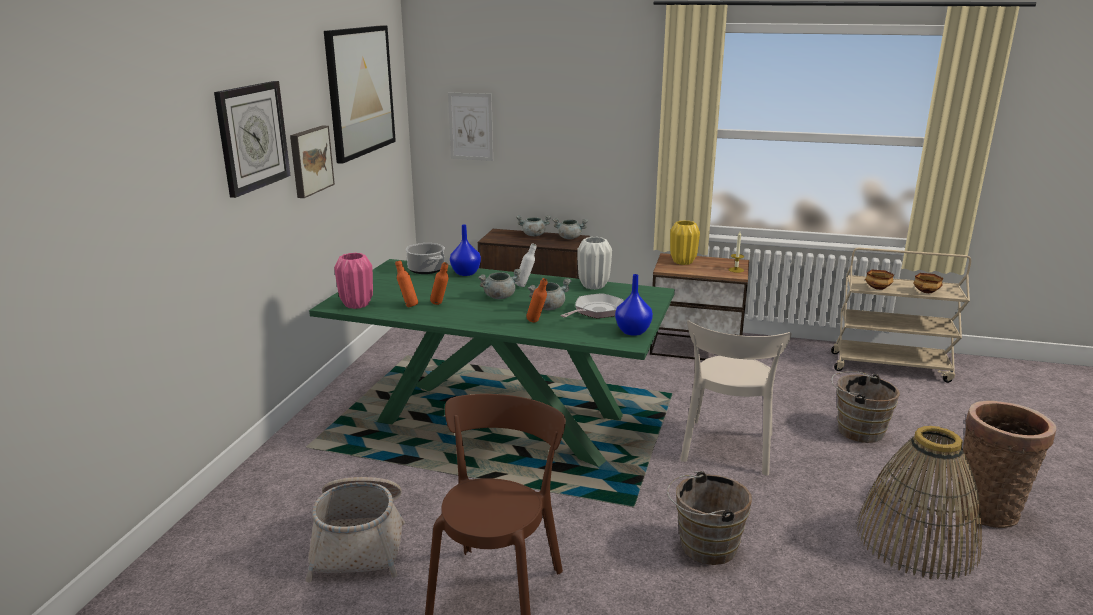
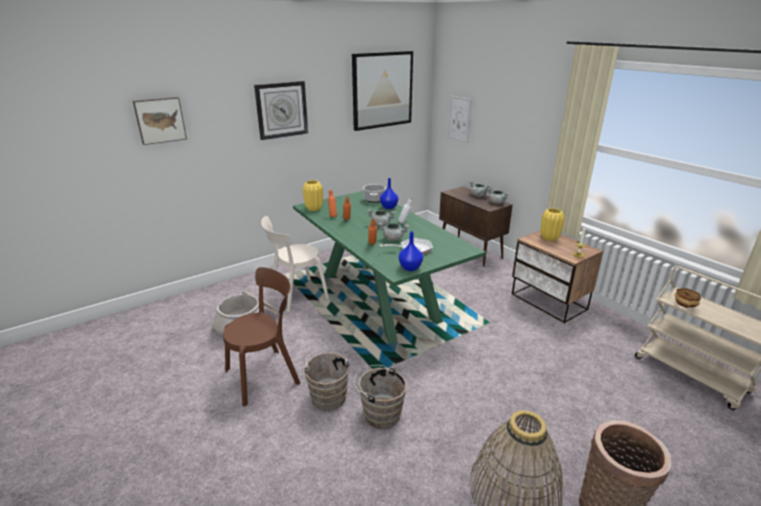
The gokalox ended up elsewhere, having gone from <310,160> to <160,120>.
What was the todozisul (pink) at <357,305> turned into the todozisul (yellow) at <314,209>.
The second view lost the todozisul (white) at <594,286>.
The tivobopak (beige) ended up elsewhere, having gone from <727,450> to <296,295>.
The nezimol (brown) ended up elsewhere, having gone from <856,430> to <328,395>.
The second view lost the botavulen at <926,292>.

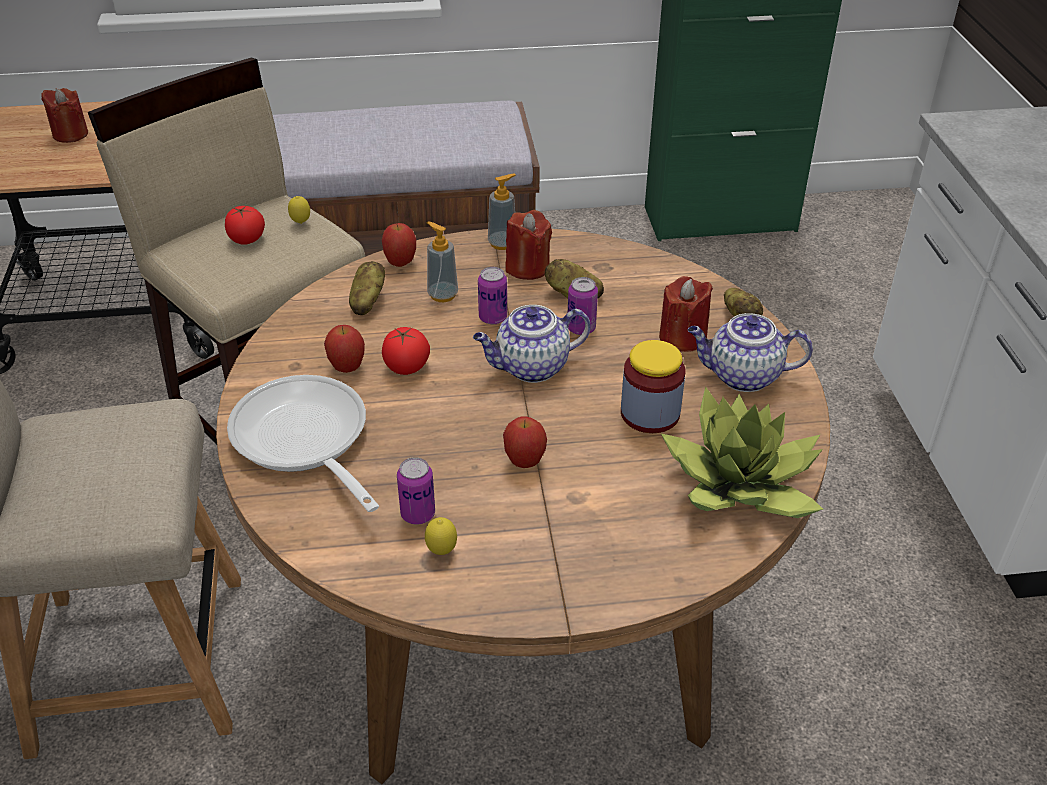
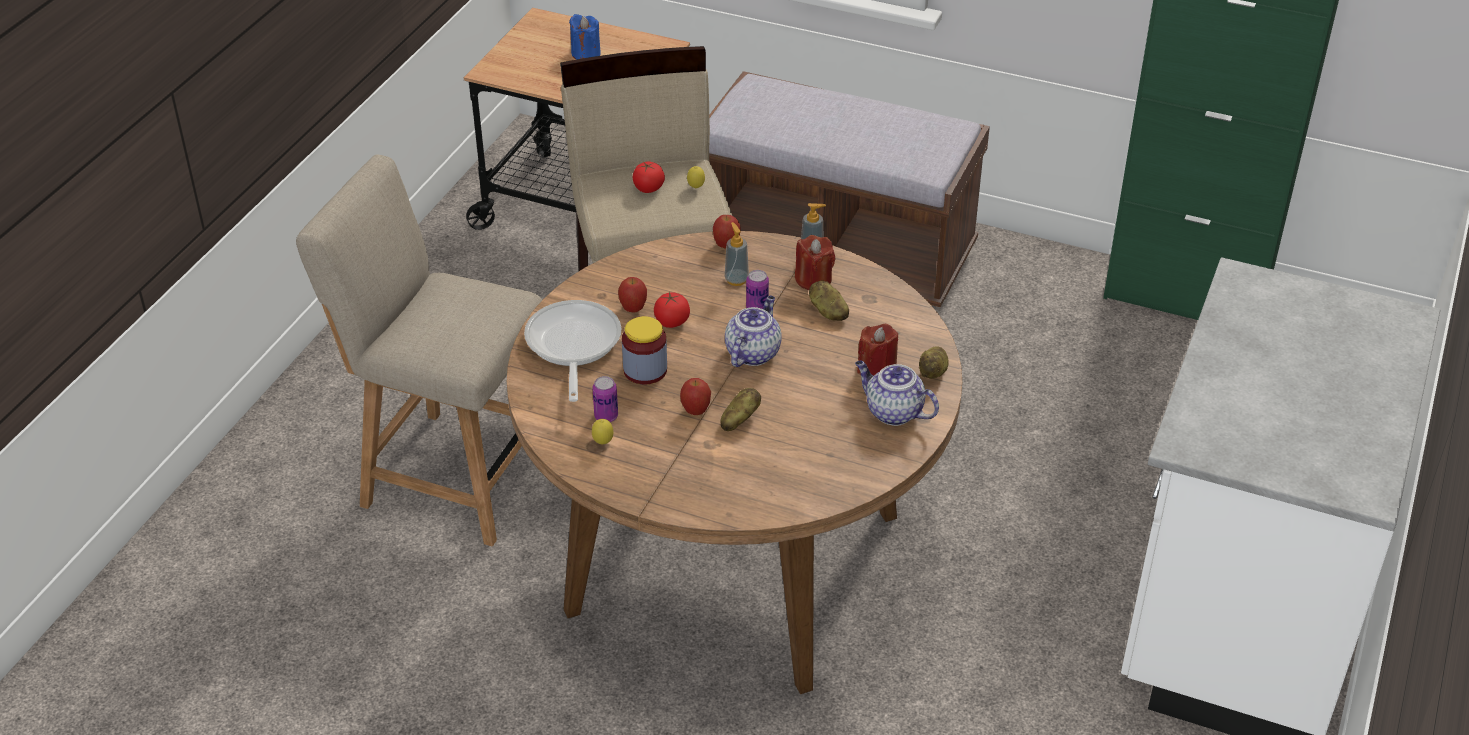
What was the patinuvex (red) at <70,134> turned into the patinuvex (blue) at <586,53>.
The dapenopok ended up elsewhere, having gone from <367,301> to <739,420>.
The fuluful at <531,368> ended up facing another way, 105 degrees clockwise from before.
The second view lost the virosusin at <581,328>.
The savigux ended up elsewhere, having gone from <650,414> to <645,370>.
The second view lost the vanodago at <740,484>.

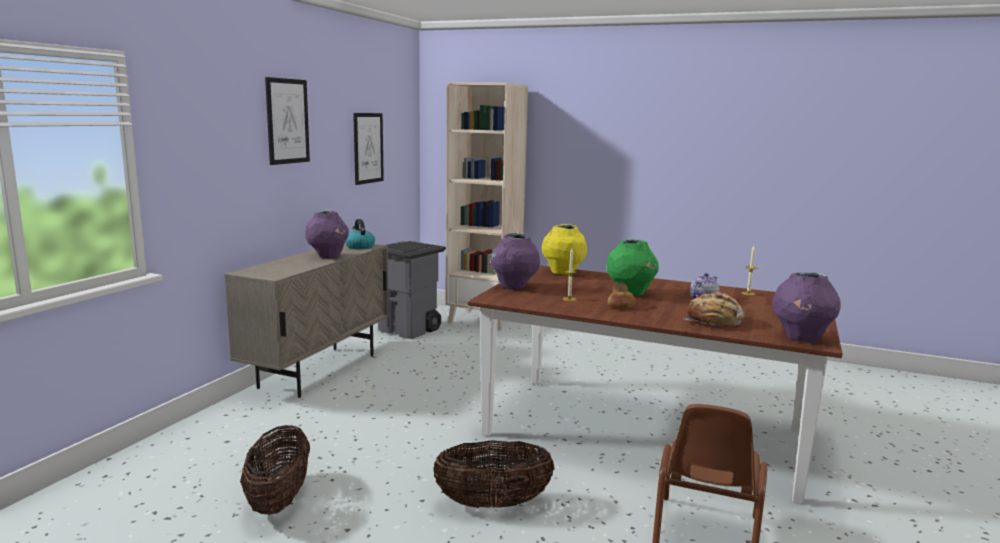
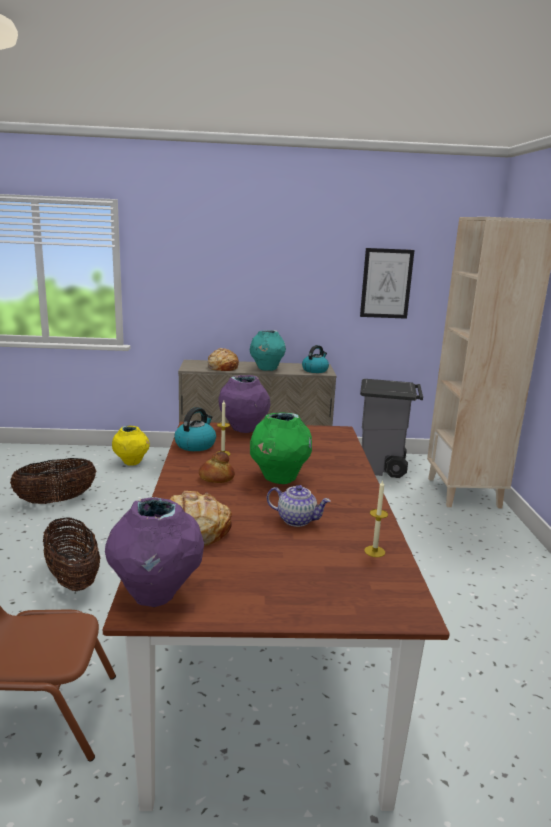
The second view lost the gokalox at <287,121>.
What was the todozisul (purple) at <328,256> turned into the todozisul (turquoise) at <266,369>.
The todozisul (yellow) ended up elsewhere, having gone from <563,273> to <131,463>.
The second view gained the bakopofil at <195,445>.
The second view gained the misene at <222,367>.

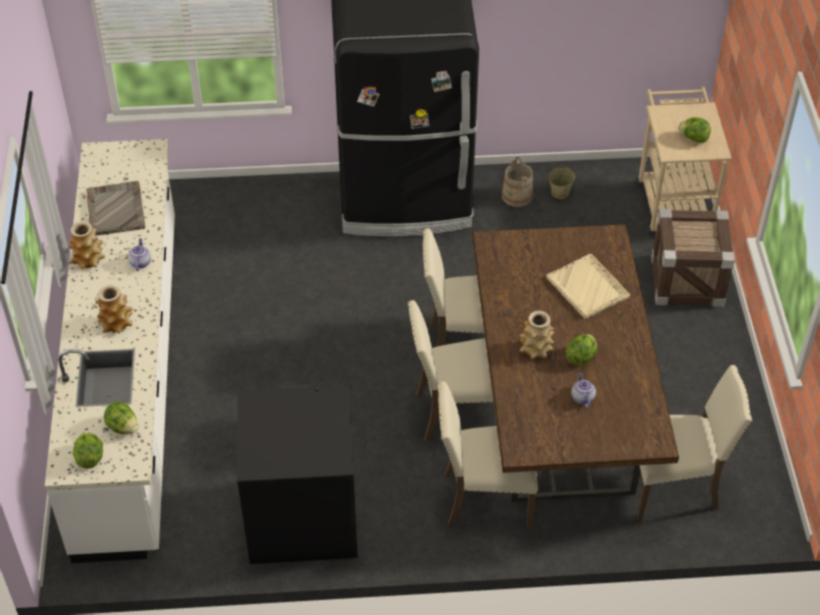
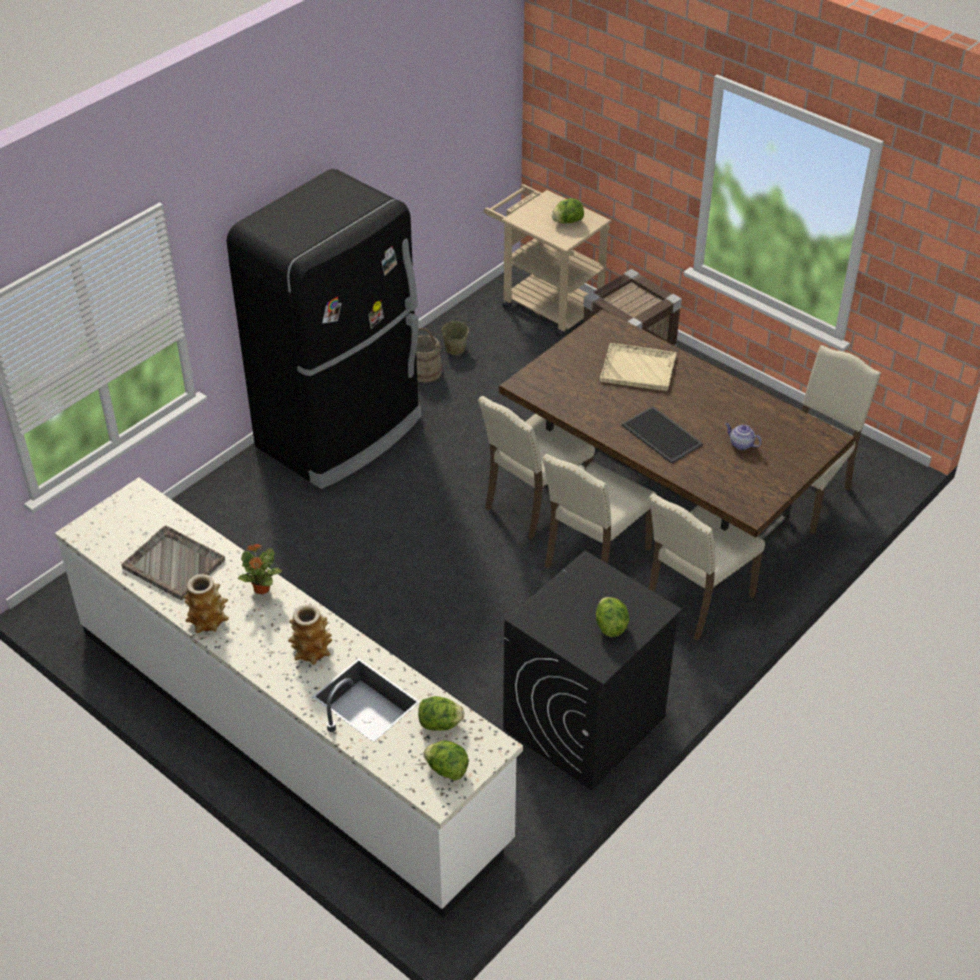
Where the fuluful stood at <140,262>, the vanodago came to stand at <261,589>.
Where the todozisul stood at <535,349>, the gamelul came to stand at <663,435>.
The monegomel ended up elsewhere, having gone from <581,357> to <610,626>.

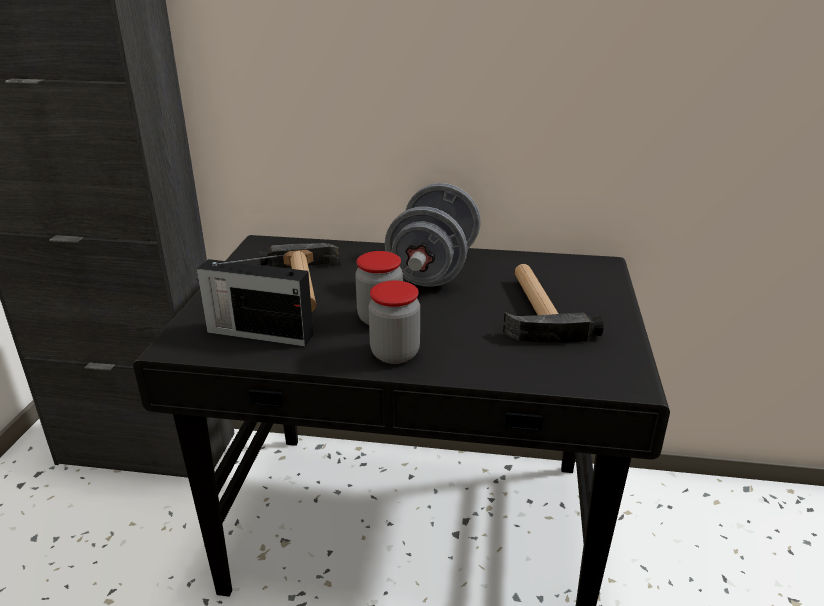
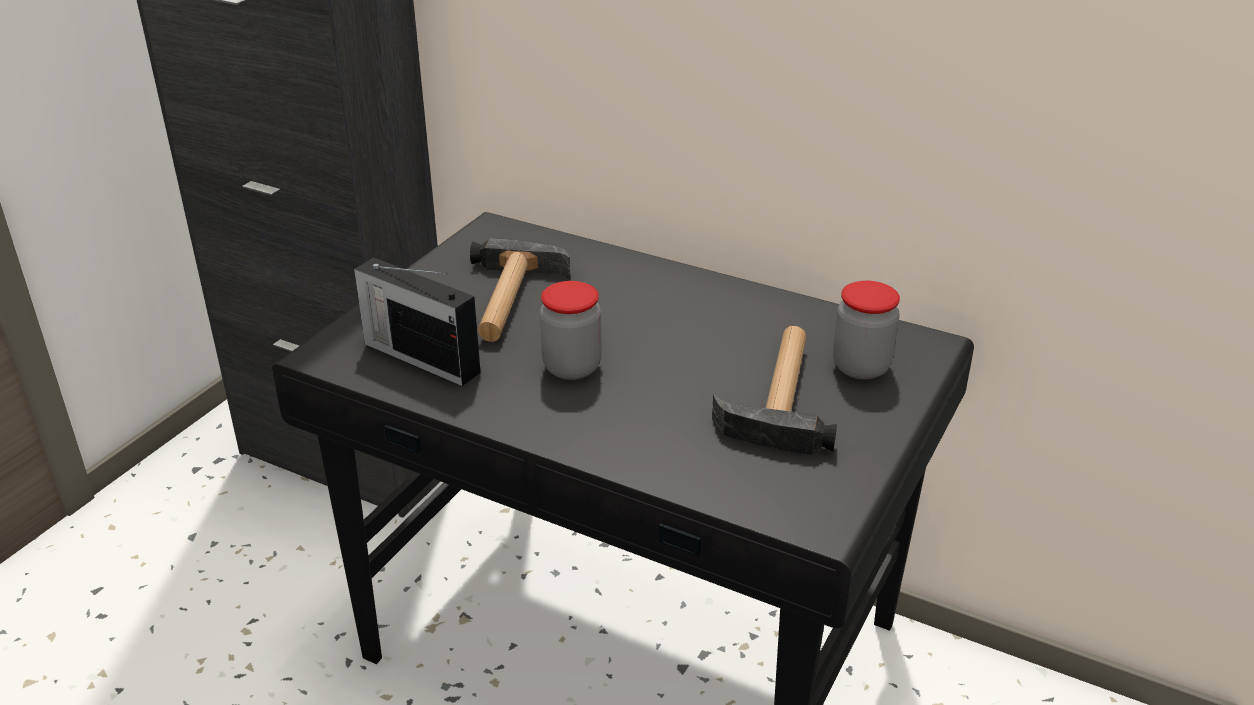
The savigux ended up elsewhere, having gone from <395,353> to <861,367>.
The second view lost the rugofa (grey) at <433,269>.

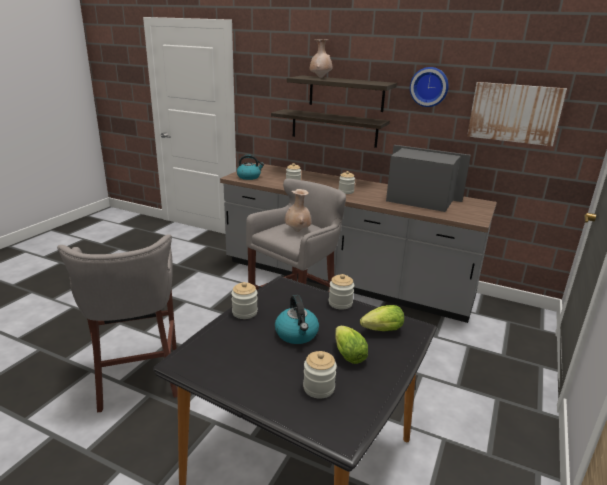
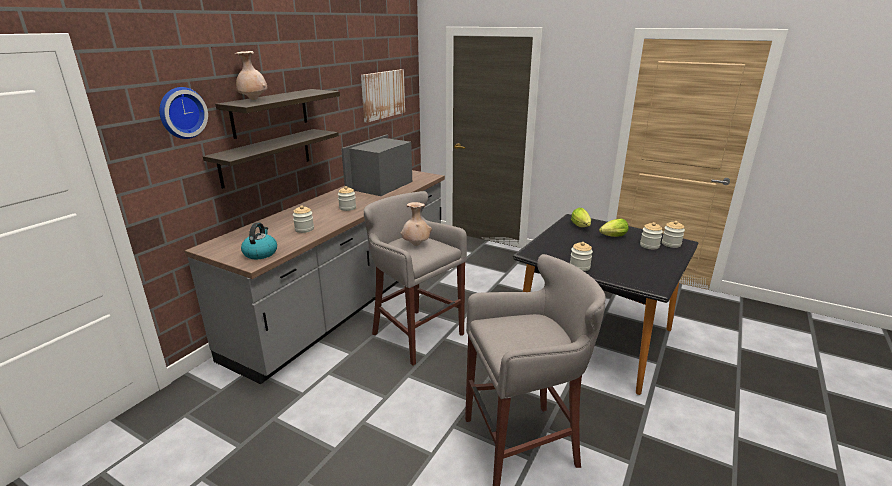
The second view lost the bakopofil at <297,334>.
The savigux ended up elsewhere, having gone from <340,303> to <671,244>.
The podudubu ended up elsewhere, having gone from <429,86> to <181,112>.

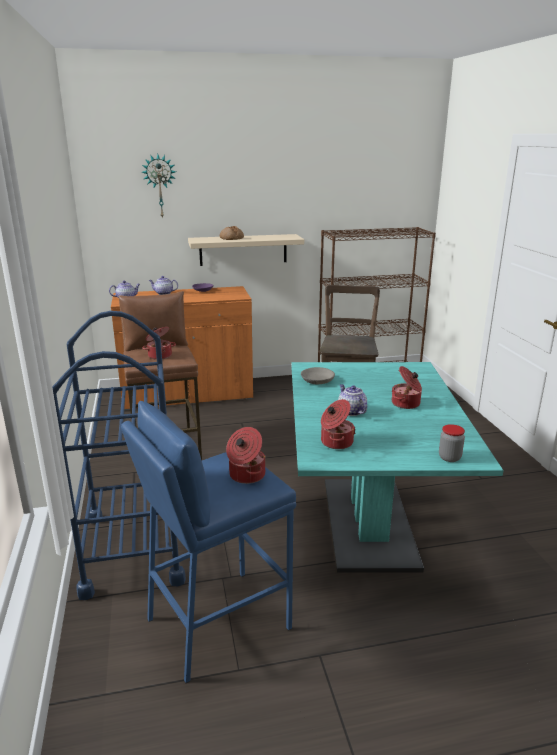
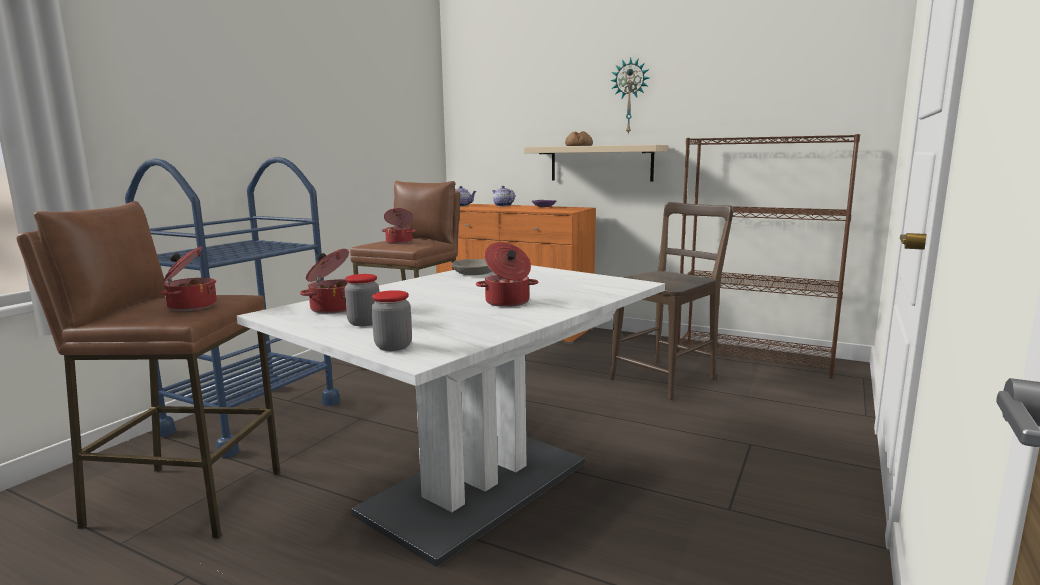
What was the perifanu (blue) at <217,622> turned into the perifanu (brown) at <185,498>.
The podudubu ended up elsewhere, having gone from <160,186> to <630,96>.
What was the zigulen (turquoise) at <368,522> turned into the zigulen (white) at <476,487>.
The second view lost the fuluful at <351,411>.
The second view gained the savigux at <364,323>.

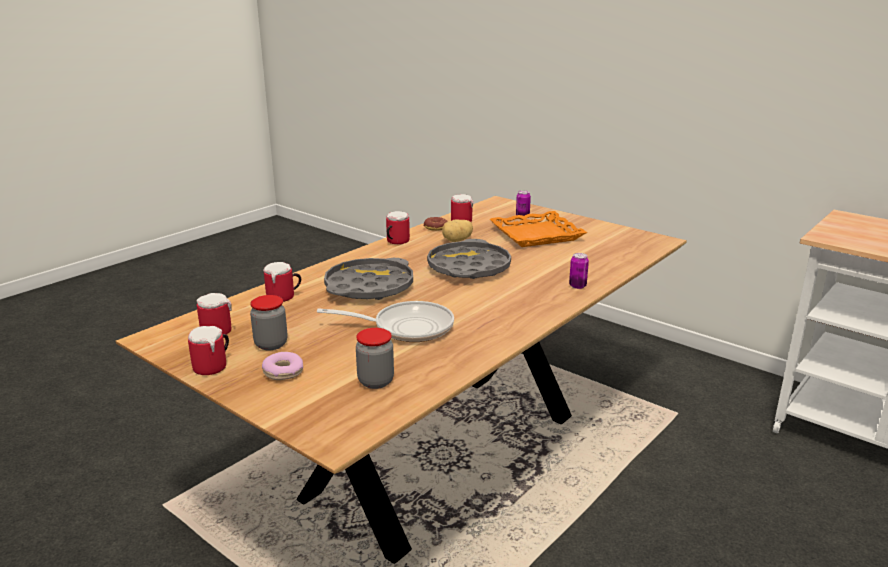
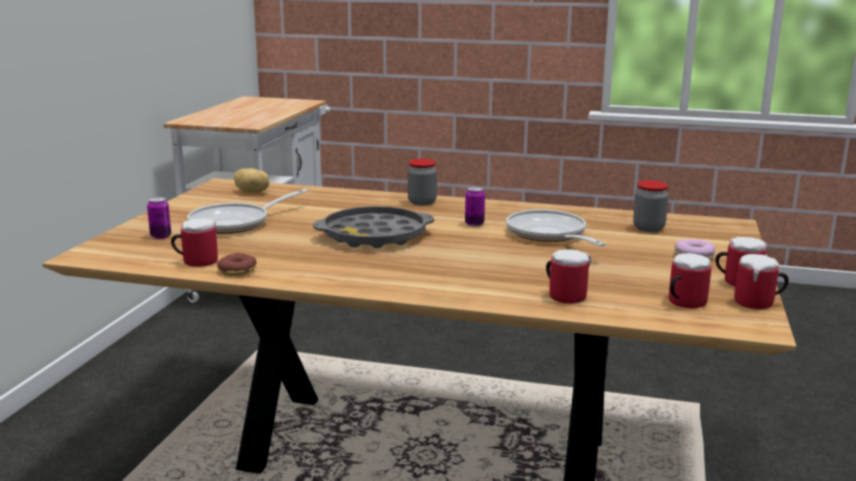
The savigux ended up elsewhere, having gone from <271,344> to <422,202>.
The second view lost the gamelul (grey) at <369,287>.
The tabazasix ended up elsewhere, having gone from <395,241> to <759,303>.
The dapenopok ended up elsewhere, having gone from <457,241> to <252,192>.
Where the gamelul (orange) stood at <536,235>, the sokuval came to stand at <236,223>.
The virosusin ended up elsewhere, having gone from <577,286> to <474,224>.

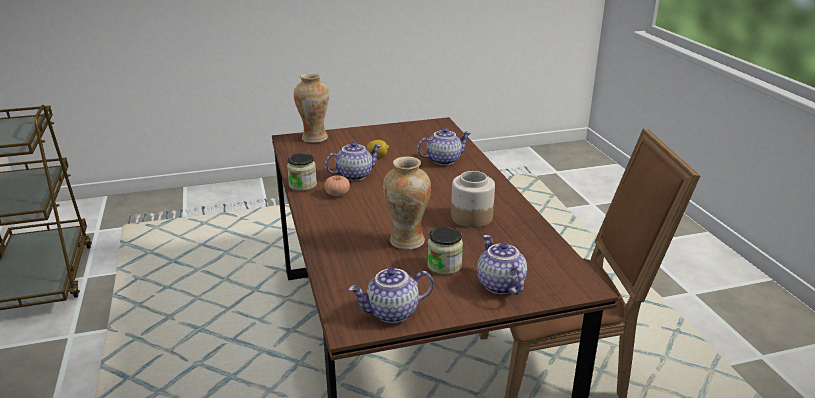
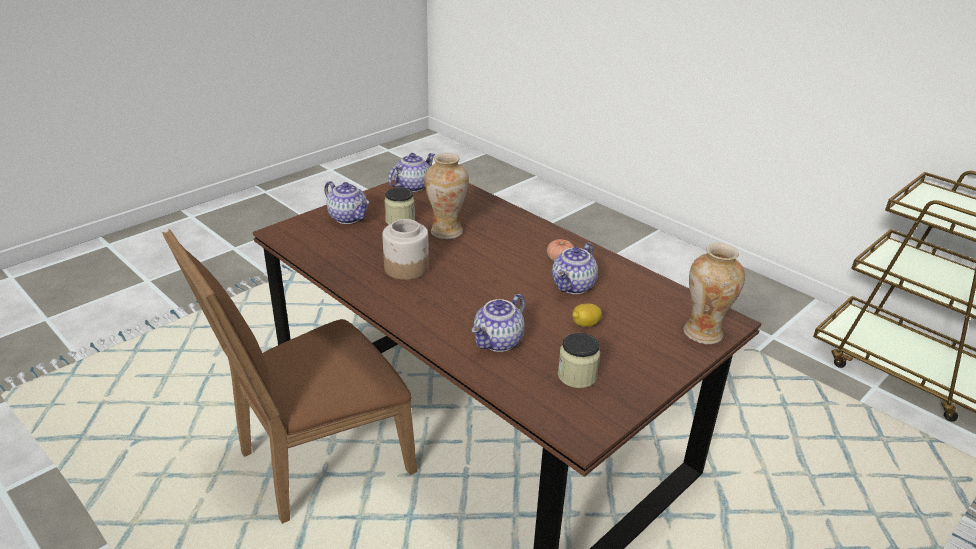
The savigux ended up elsewhere, having gone from <302,185> to <577,376>.

